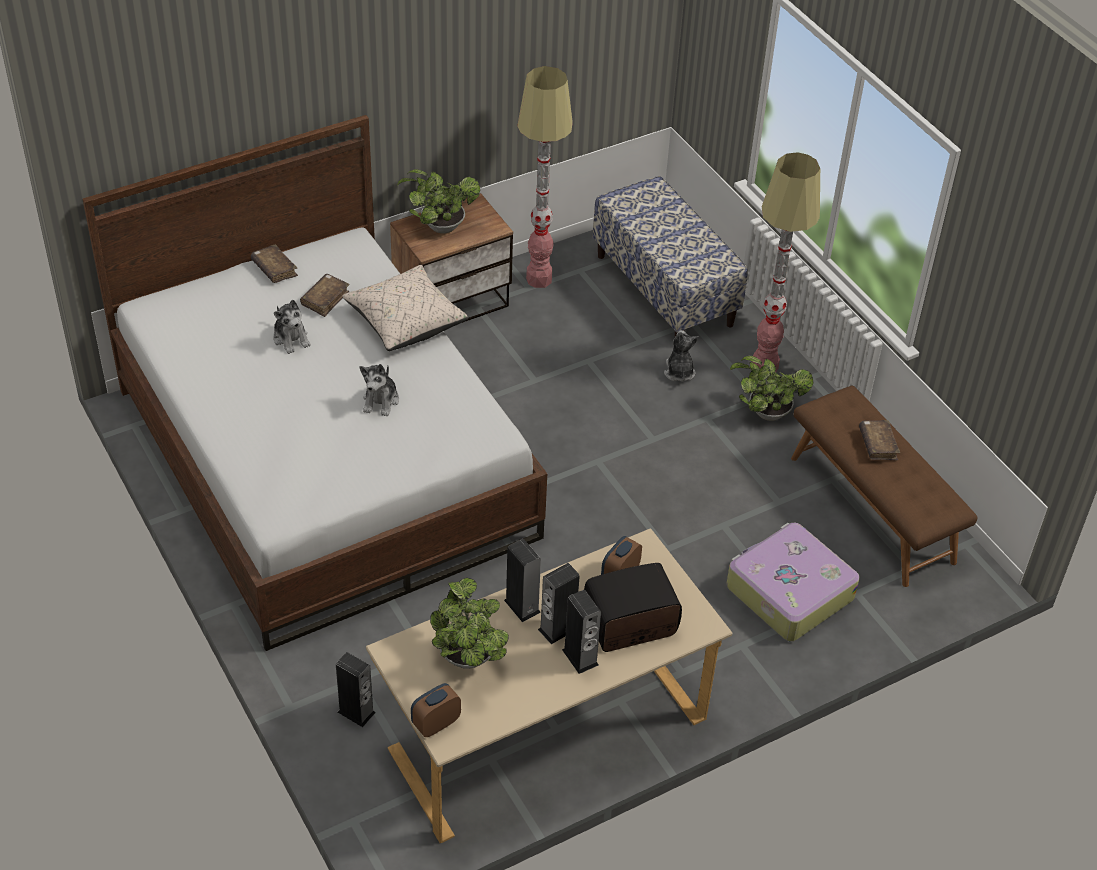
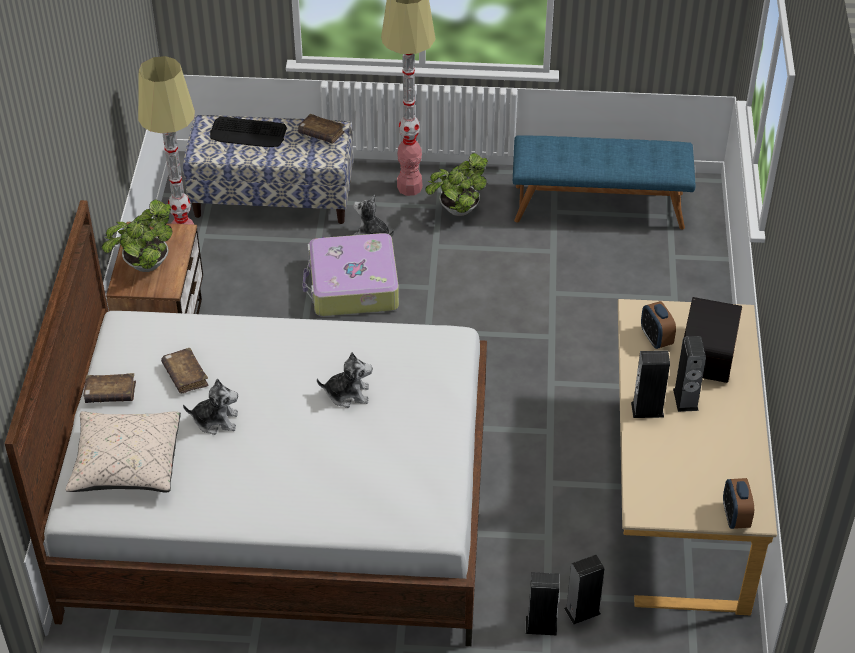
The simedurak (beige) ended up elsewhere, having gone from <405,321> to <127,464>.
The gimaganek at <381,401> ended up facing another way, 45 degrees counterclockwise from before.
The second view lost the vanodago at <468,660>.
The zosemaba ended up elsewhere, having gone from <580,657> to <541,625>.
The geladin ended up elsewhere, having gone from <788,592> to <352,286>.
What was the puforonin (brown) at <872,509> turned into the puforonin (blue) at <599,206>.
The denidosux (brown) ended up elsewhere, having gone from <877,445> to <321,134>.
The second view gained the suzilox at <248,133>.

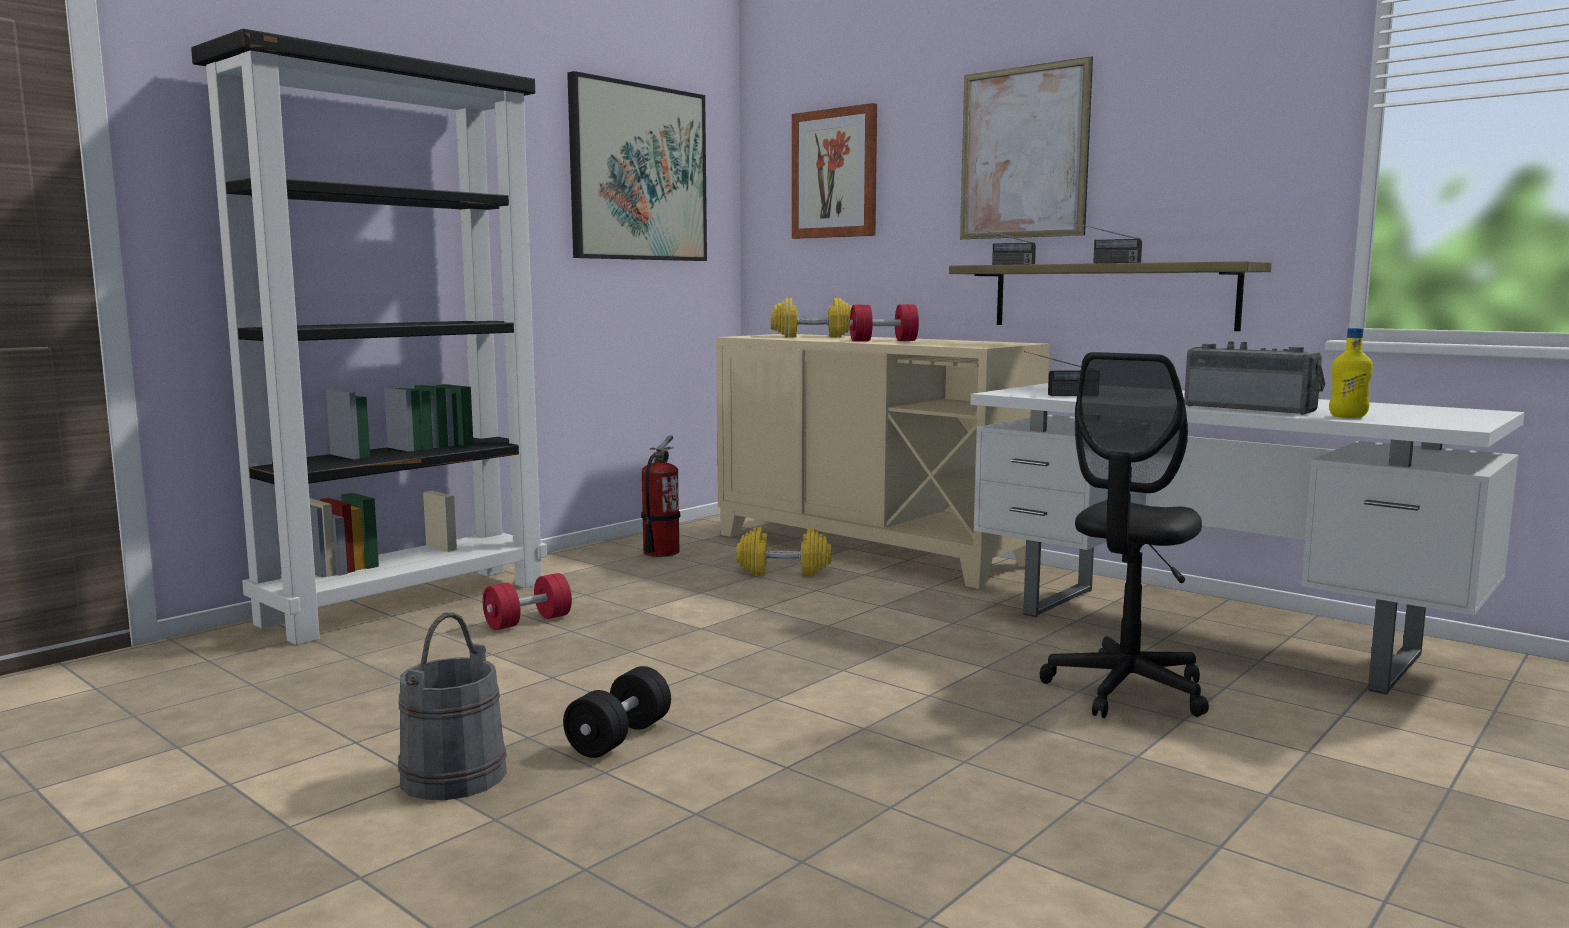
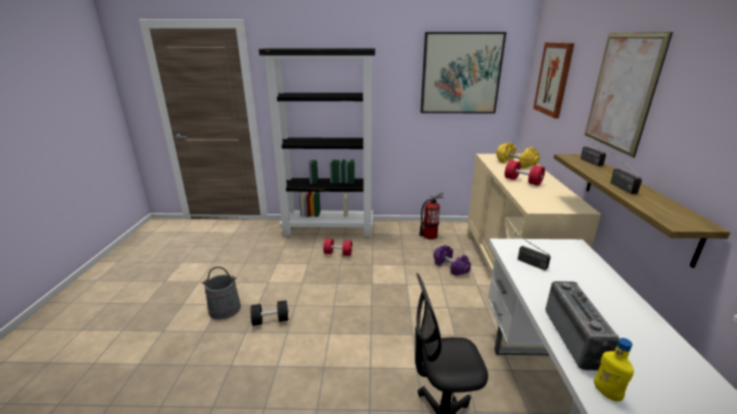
What was the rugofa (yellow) at <784,571> turned into the rugofa (purple) at <451,267>.

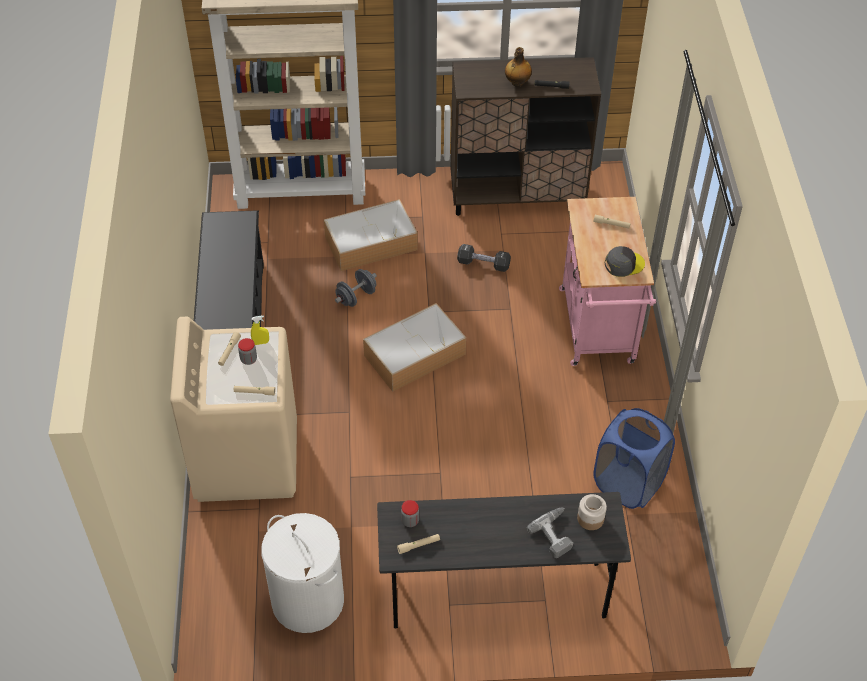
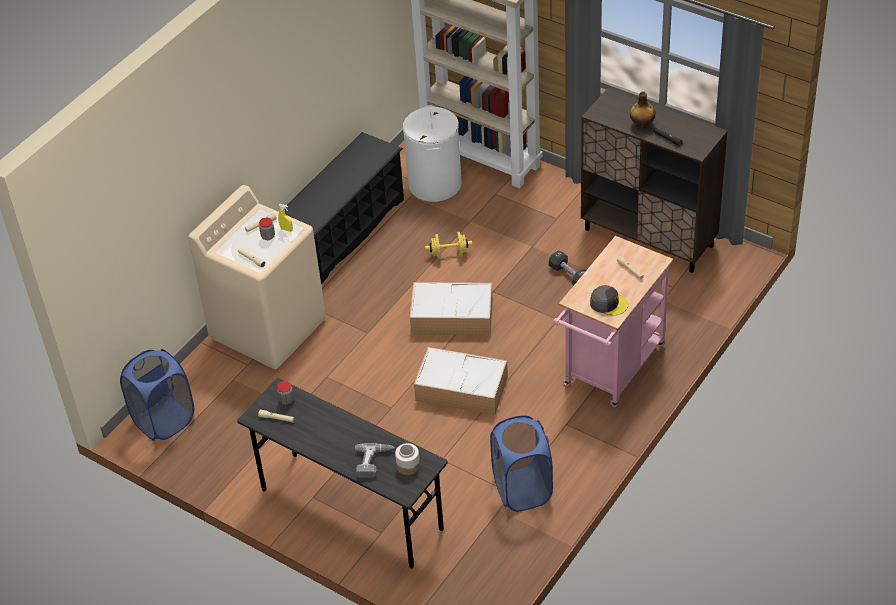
The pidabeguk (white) ended up elsewhere, having gone from <308,600> to <435,184>.
The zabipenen ended up elsewhere, having gone from <372,242> to <463,389>.
What was the rugofa (grey) at <356,297> turned into the rugofa (yellow) at <449,254>.
The second view gained the pidabeguk (blue) at <164,420>.

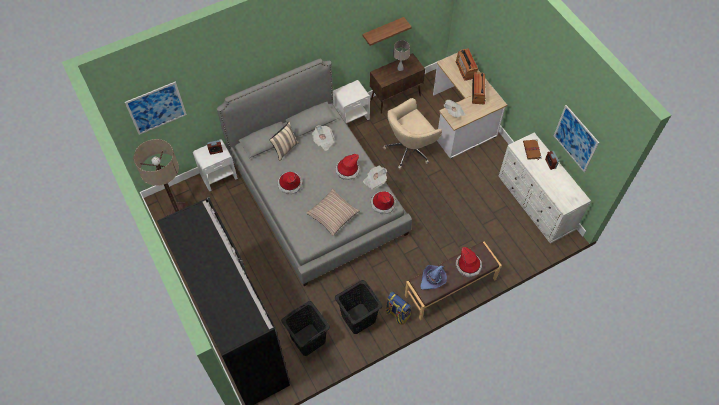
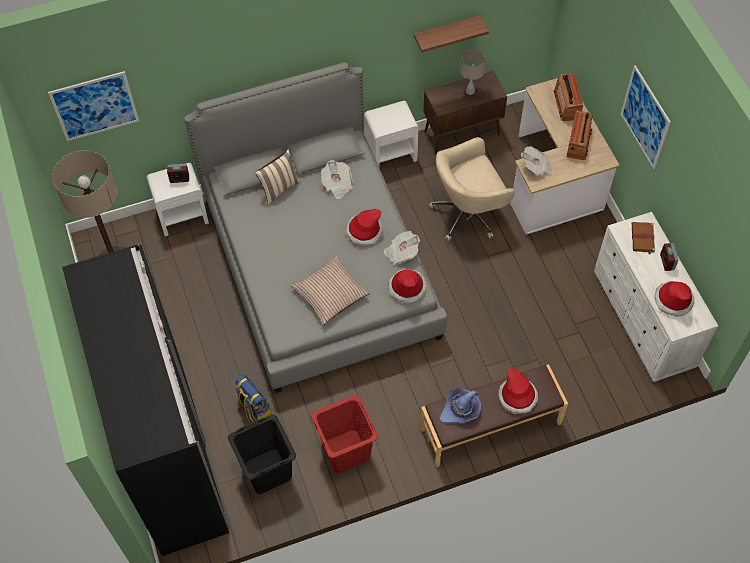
The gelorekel ended up elsewhere, having gone from <290,184> to <673,300>.
What was the pidabeguk (black) at <358,318> turned into the pidabeguk (red) at <346,451>.
The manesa ended up elsewhere, having gone from <397,314> to <253,409>.
The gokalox ended up elsewhere, having gone from <575,138> to <645,117>.

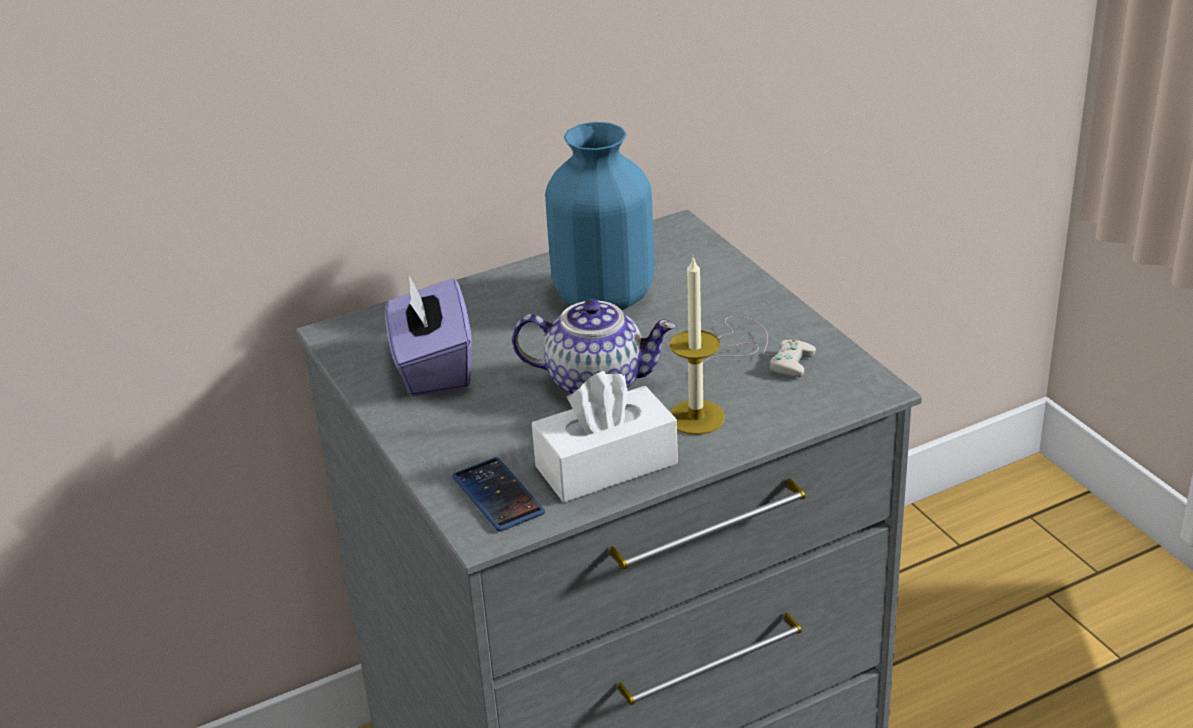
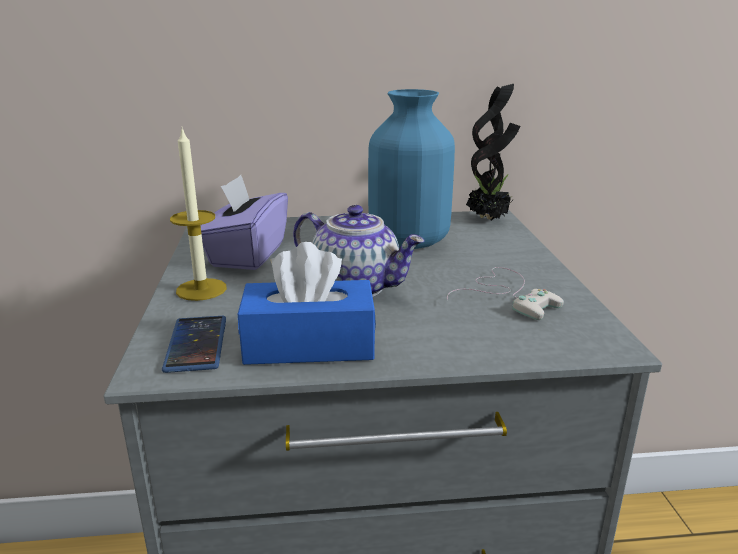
What was the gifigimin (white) at <606,465> turned into the gifigimin (blue) at <309,345>.
The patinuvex ended up elsewhere, having gone from <696,417> to <201,289>.
The second view gained the vanodago at <489,219>.

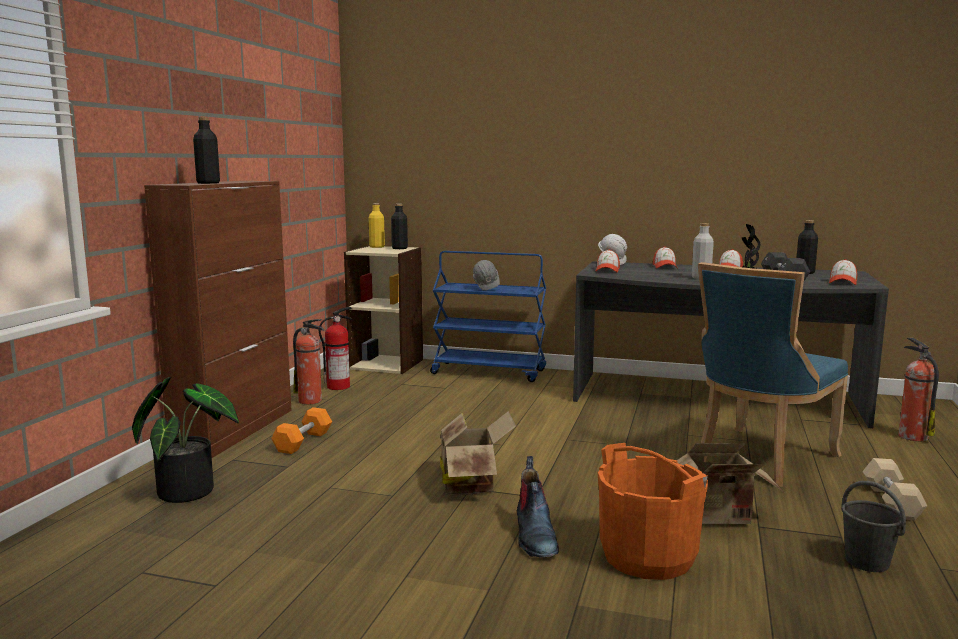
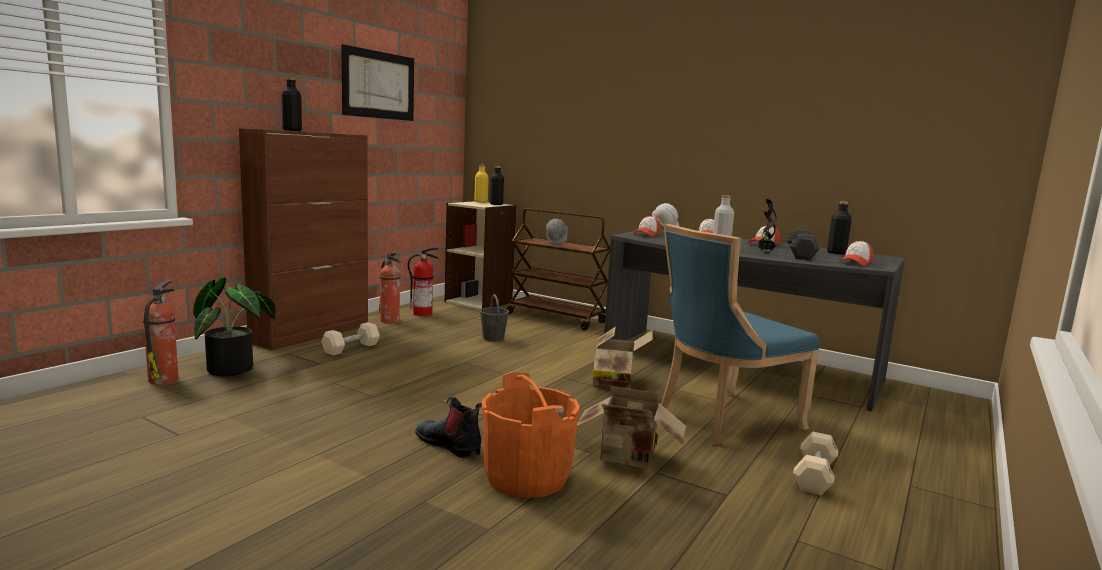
What was the rugofa (orange) at <303,442> turned into the rugofa (beige) at <351,348>.
What was the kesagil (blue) at <489,372> turned into the kesagil (brown) at <557,318>.
The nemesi ended up elsewhere, having gone from <472,484> to <616,382>.
The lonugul at <534,537> ended up facing another way, 120 degrees clockwise from before.
The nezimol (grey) ended up elsewhere, having gone from <867,562> to <493,338>.
The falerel ended up elsewhere, having gone from <911,436> to <164,379>.
The second view gained the gokalox at <379,85>.

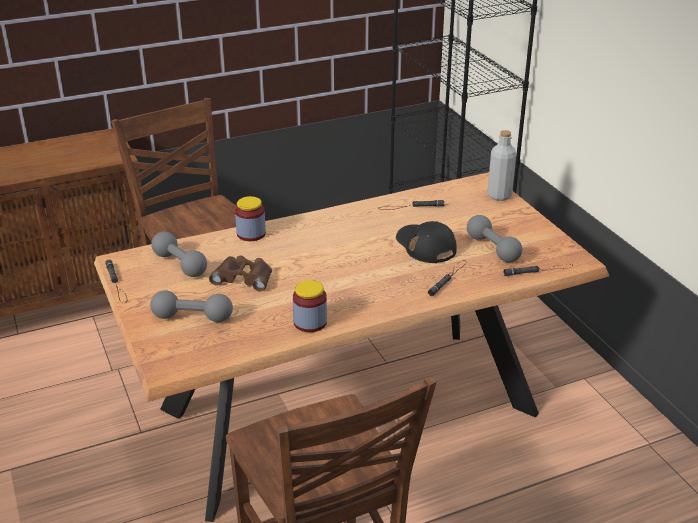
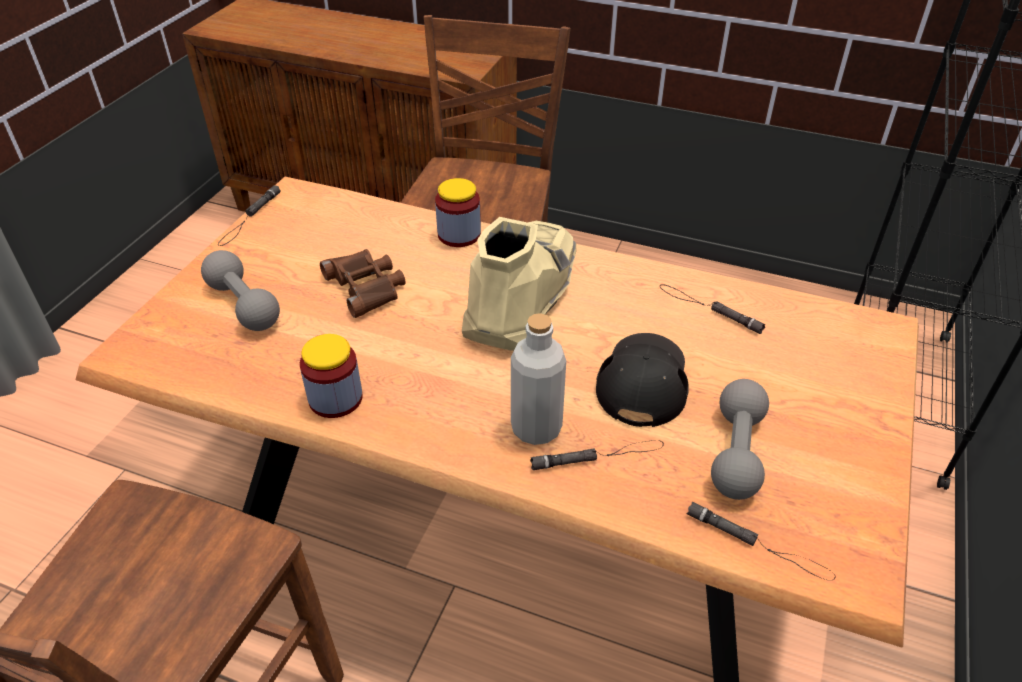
The second view lost the rugofa (grey) at <180,264>.
The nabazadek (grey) ended up elsewhere, having gone from <499,195> to <536,428>.
The second view gained the lonugul (beige) at <521,298>.

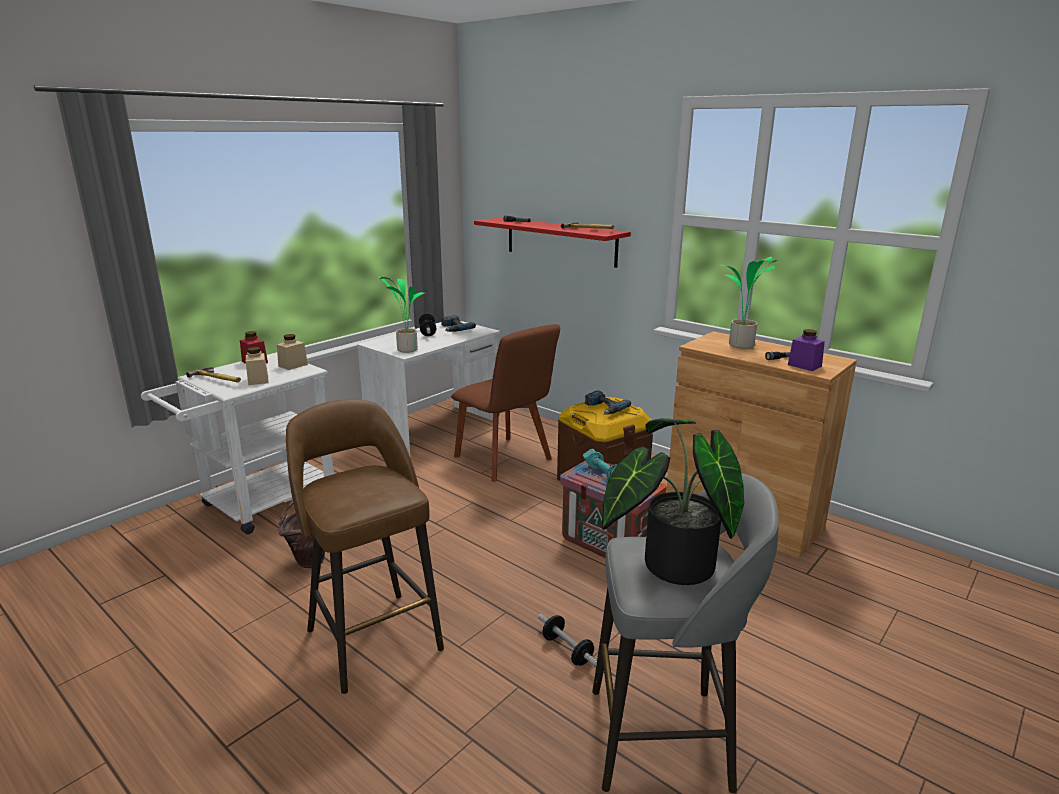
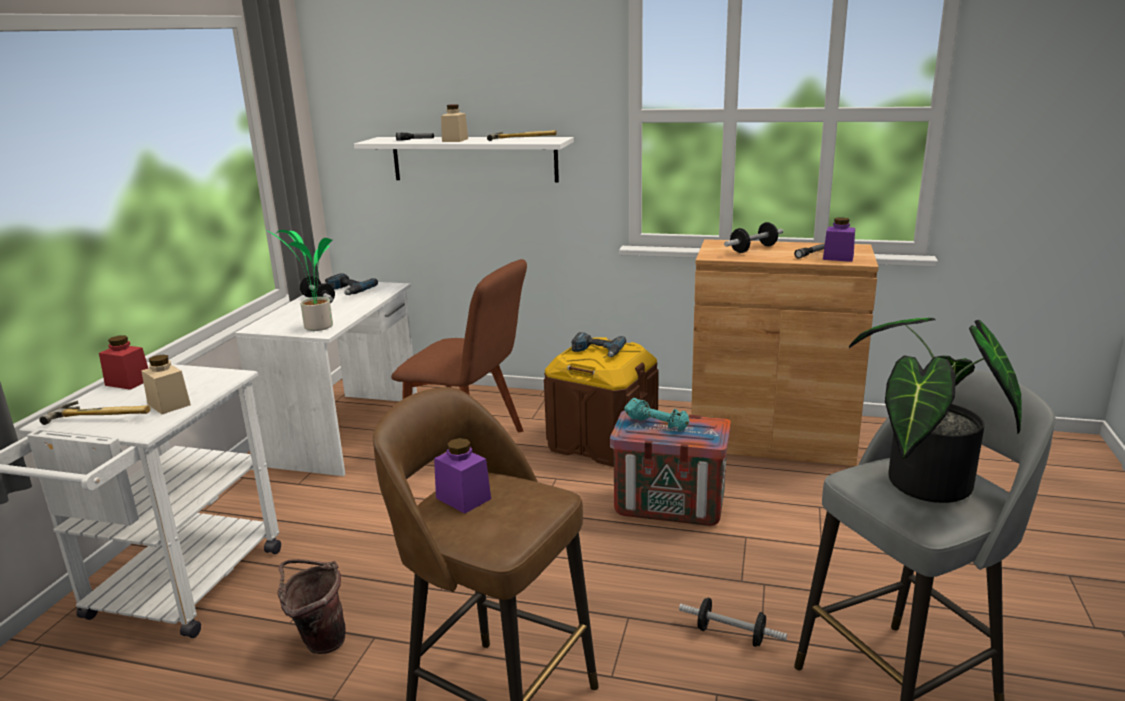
The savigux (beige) ended up elsewhere, having gone from <293,365> to <455,140>.
What was the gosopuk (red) at <560,241> turned into the gosopuk (white) at <474,159>.
Where the vanodago stood at <740,346>, the rugofa came to stand at <753,249>.
The second view gained the savigux (purple) at <463,498>.

